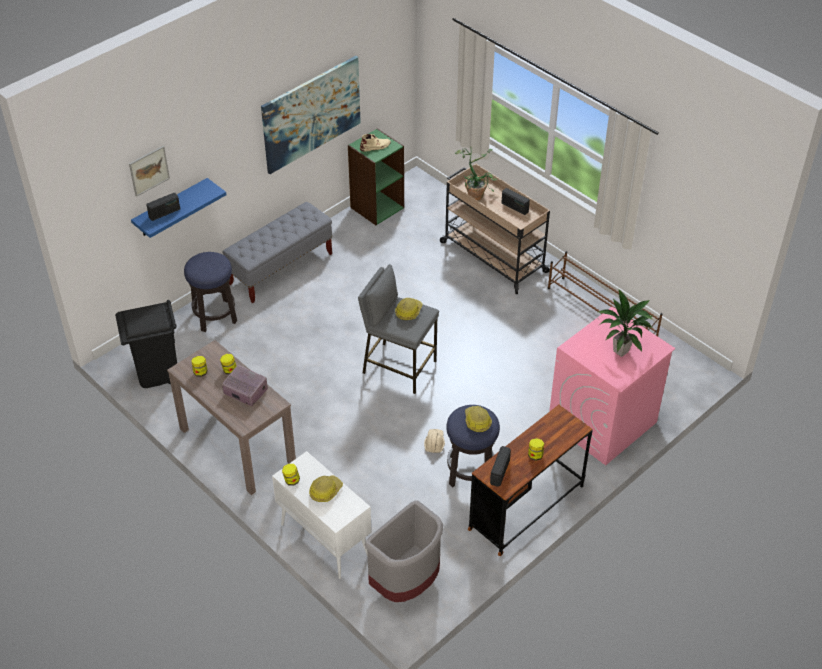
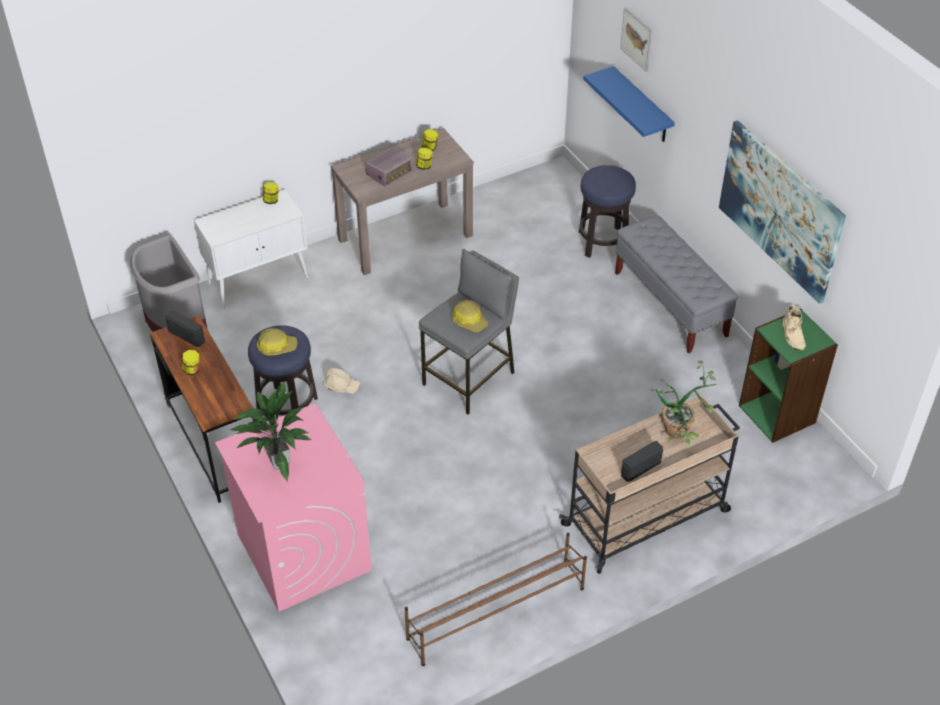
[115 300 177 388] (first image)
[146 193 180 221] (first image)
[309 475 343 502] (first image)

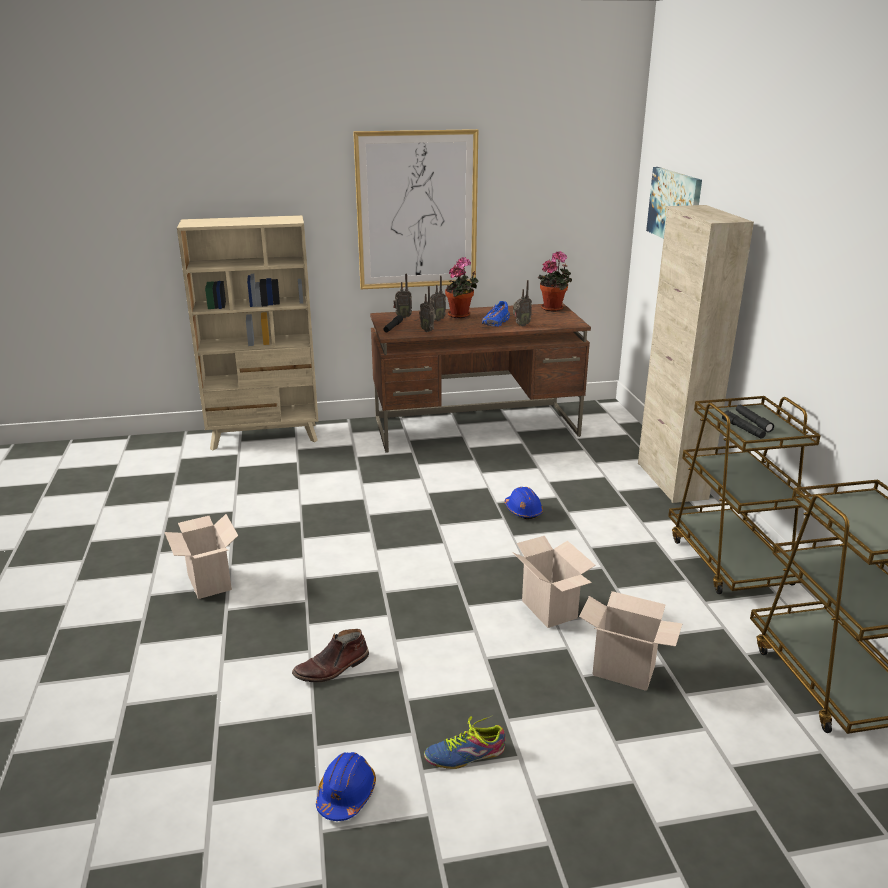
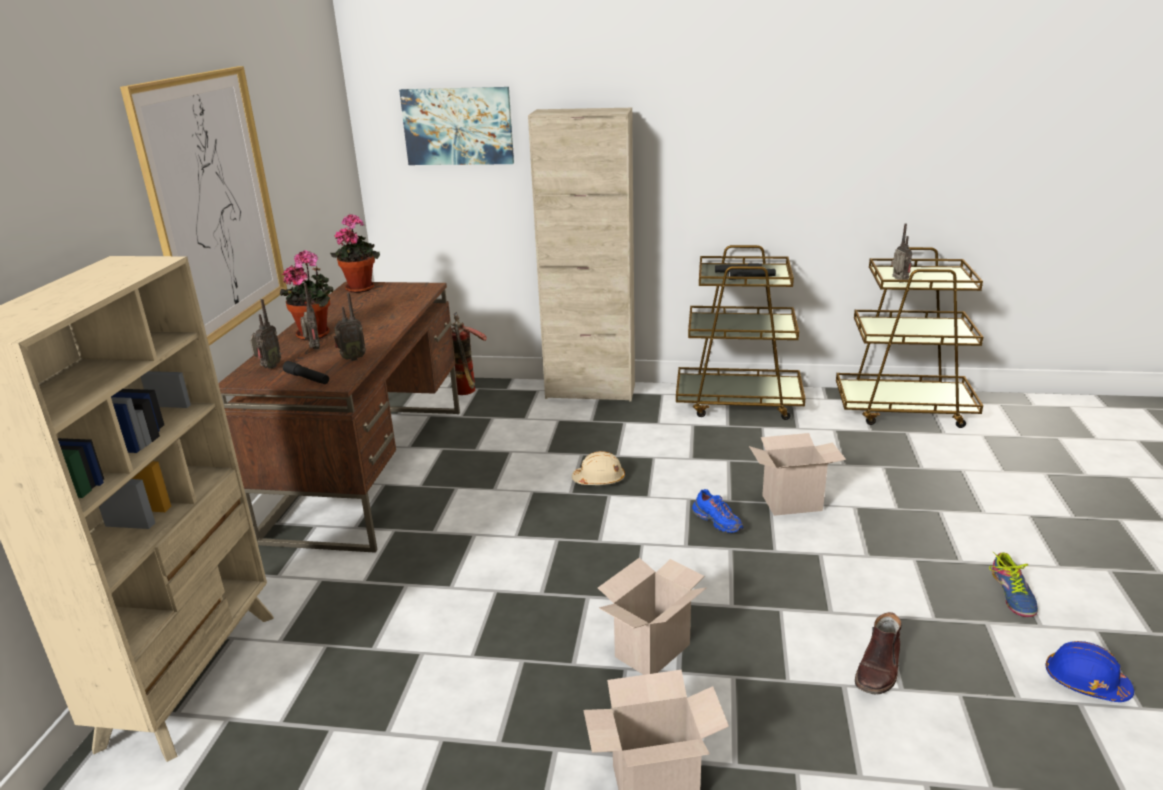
[855 612 902 695]
[692 489 744 533]
[572 451 625 485]
[891 224 912 283]
[598 558 707 675]
[451 312 487 395]

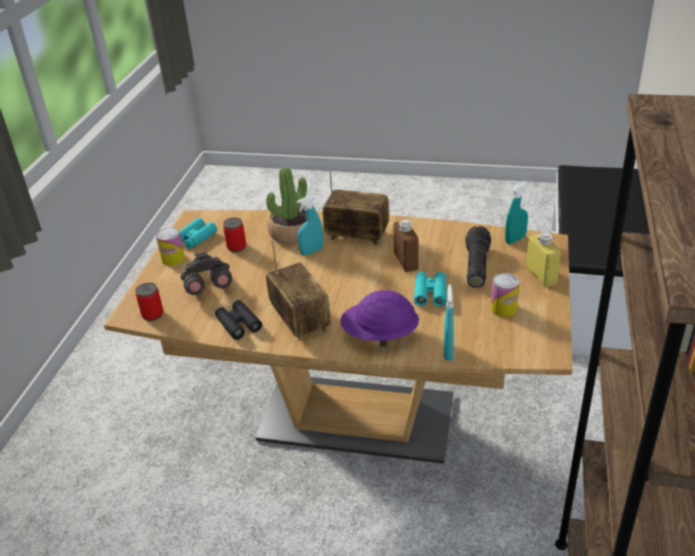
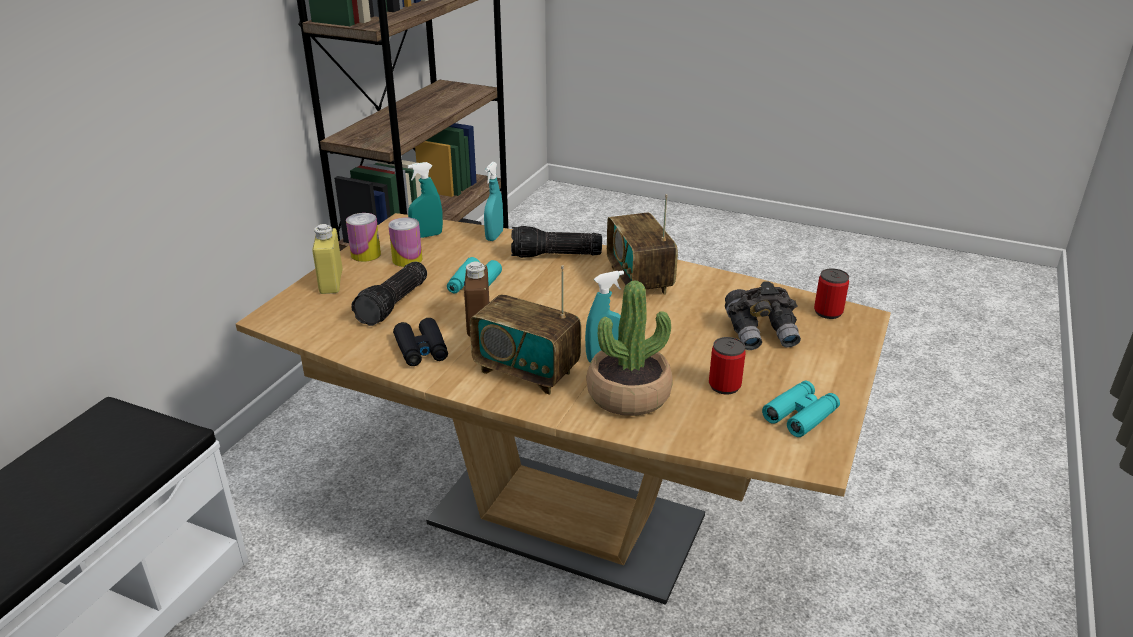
[346 213 381 262]
[393 318 448 366]
[511 226 602 258]
[408 162 443 238]

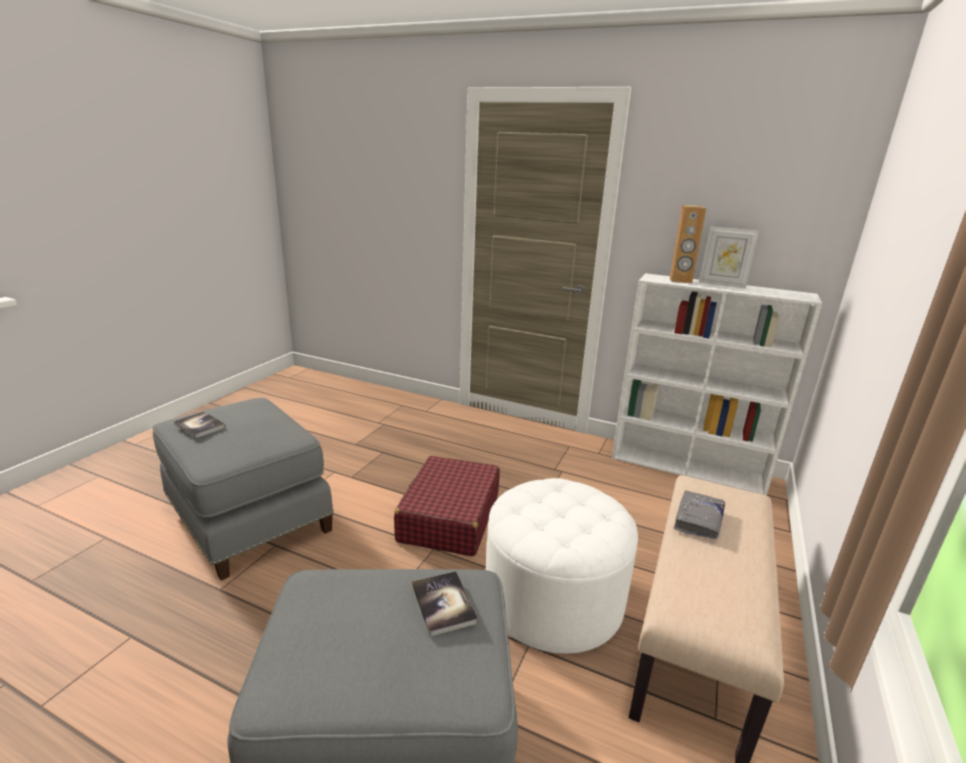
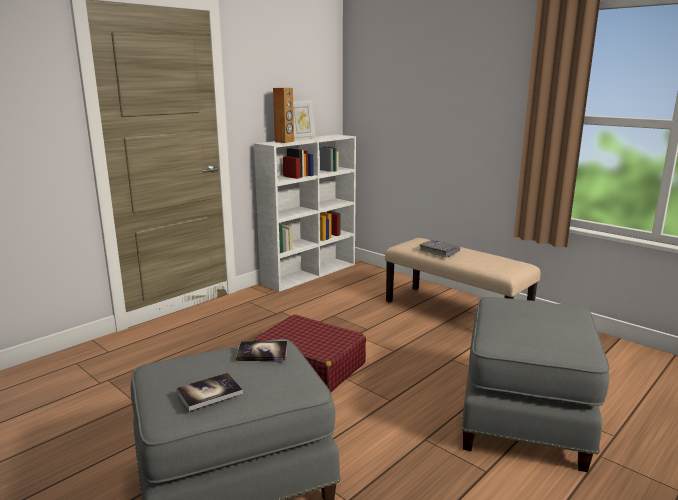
[236 341 288 361]
[486 478 638 654] (first image)

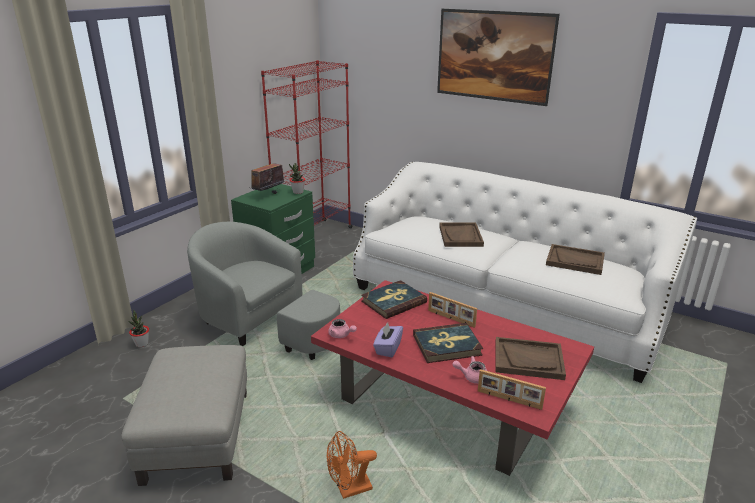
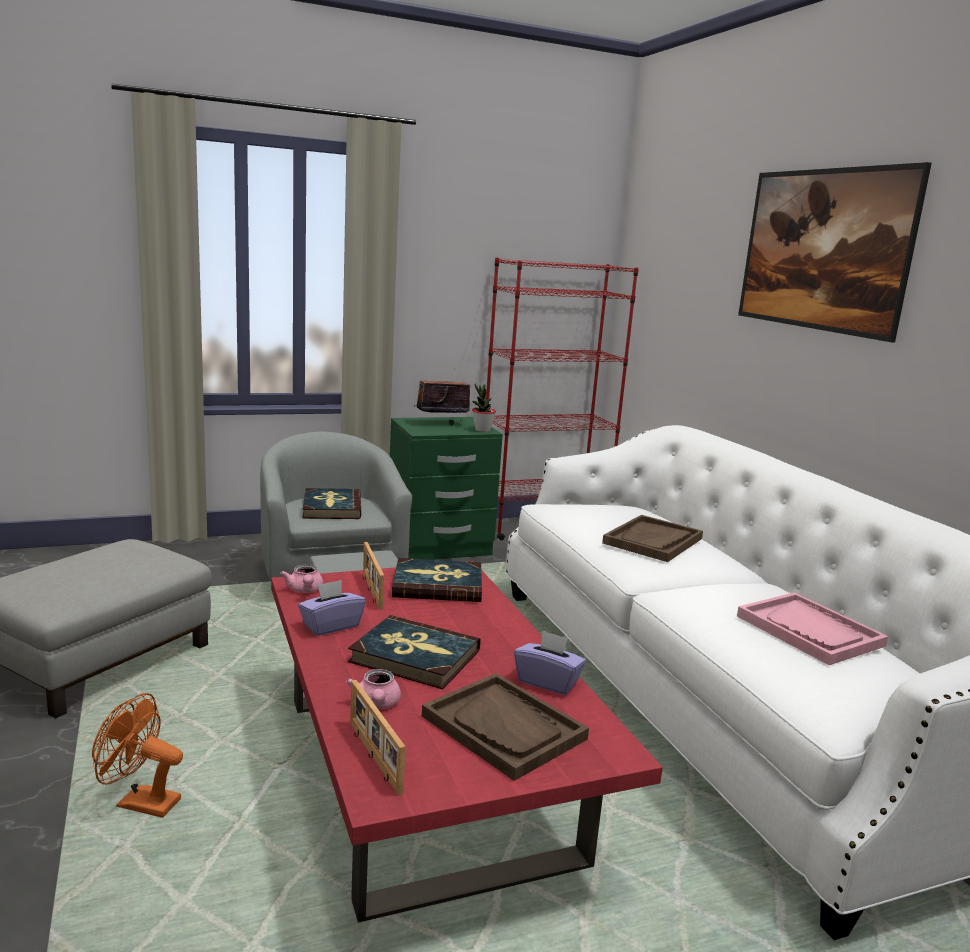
[128 310 149 347] (first image)
[363 542 384 610]
[346 669 401 709]
[737 592 888 665]
[302 488 361 519]
[514 631 586 695]

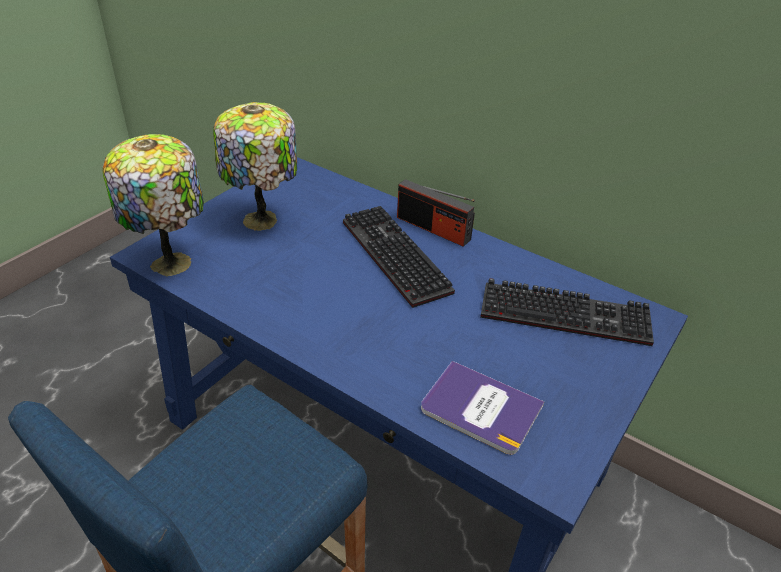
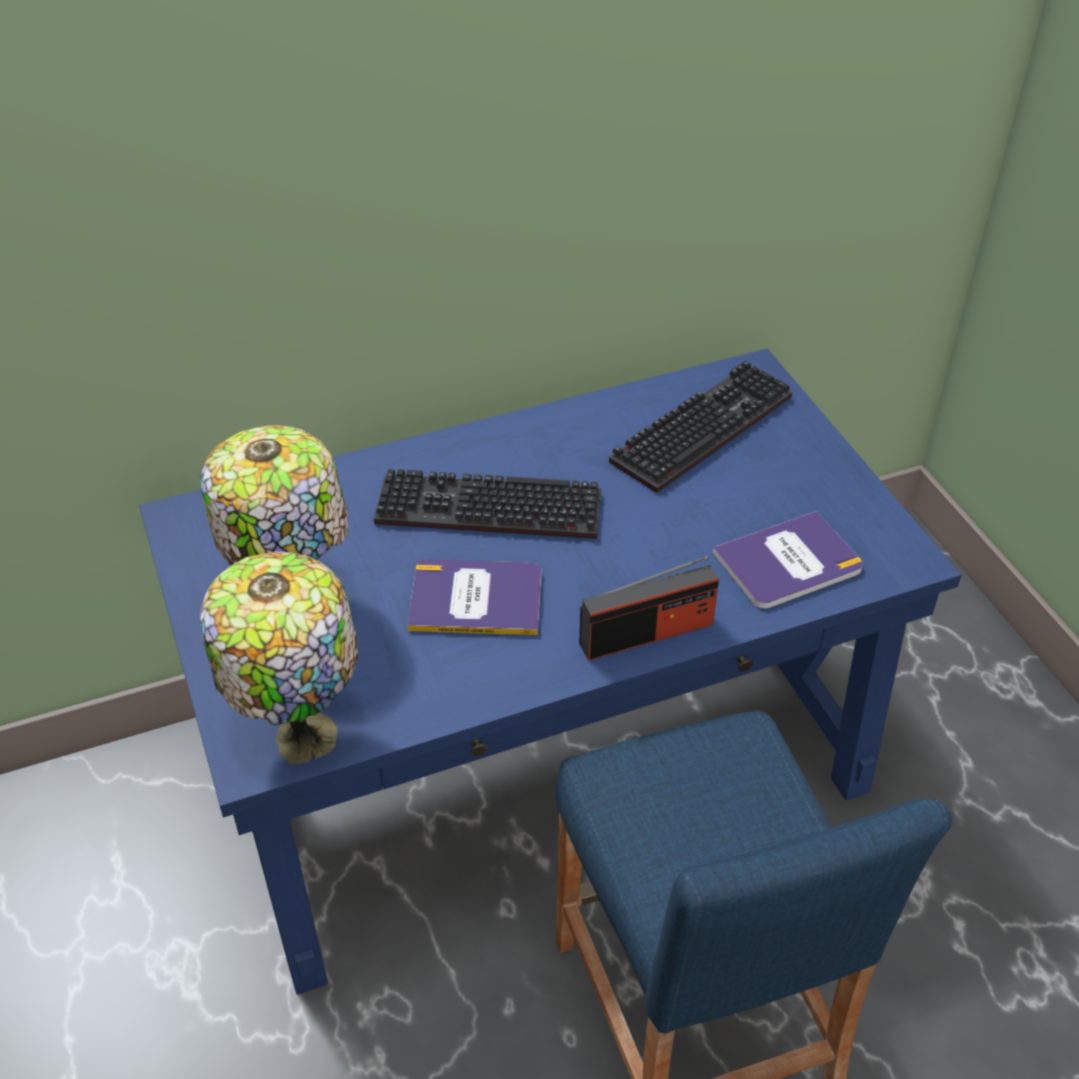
[579 556 719 661]
[407 559 541 635]

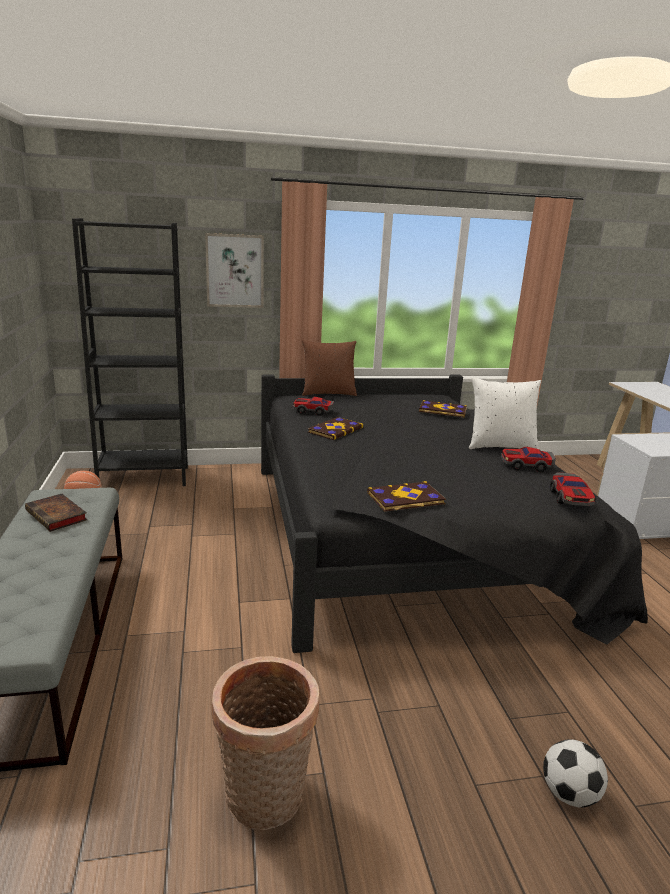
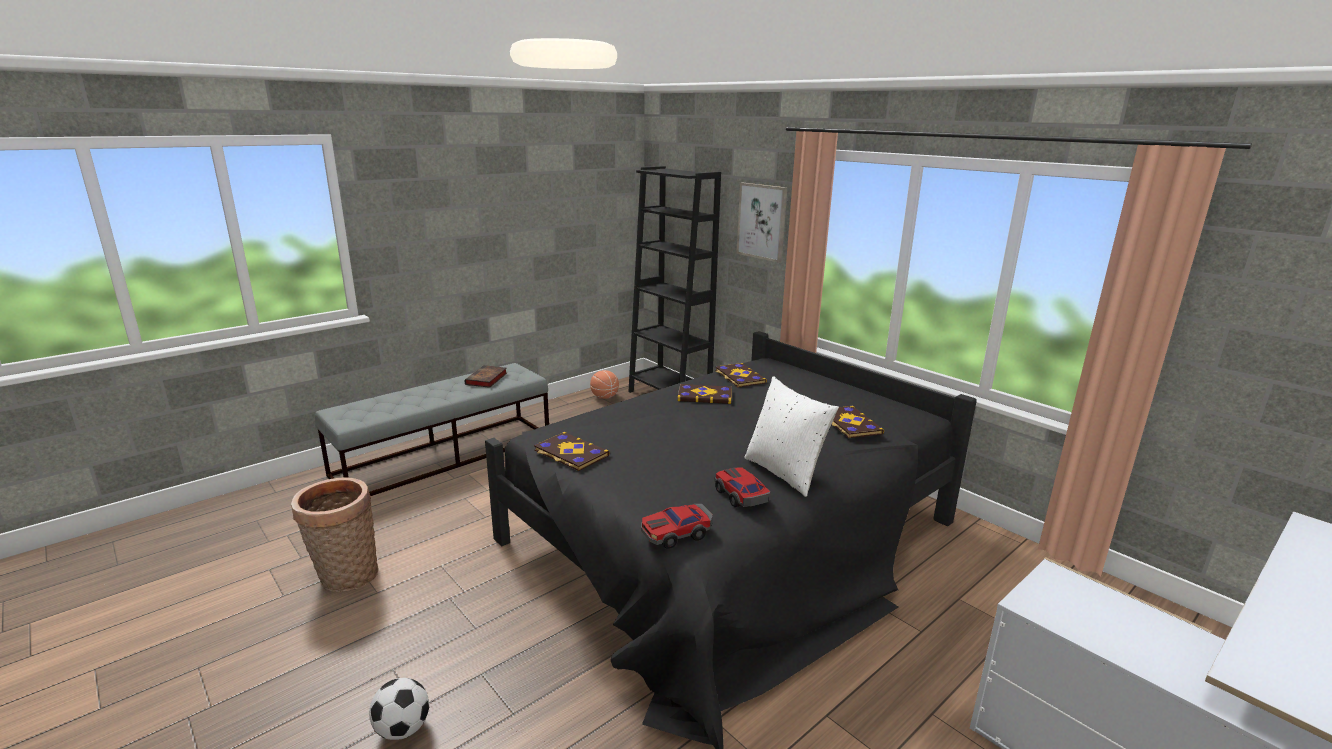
[715 363 767 387]
[302 340 357 396] (first image)

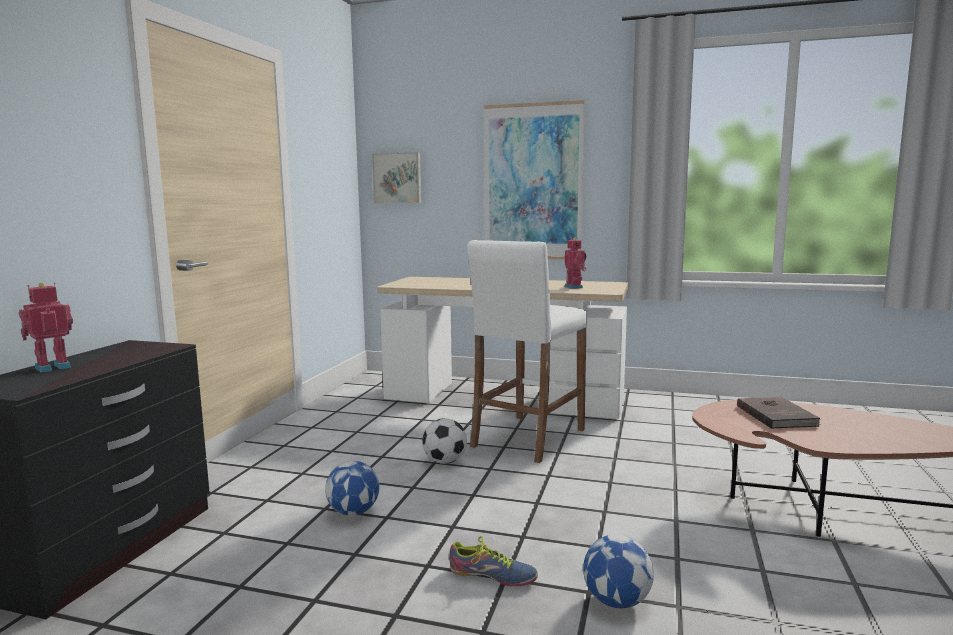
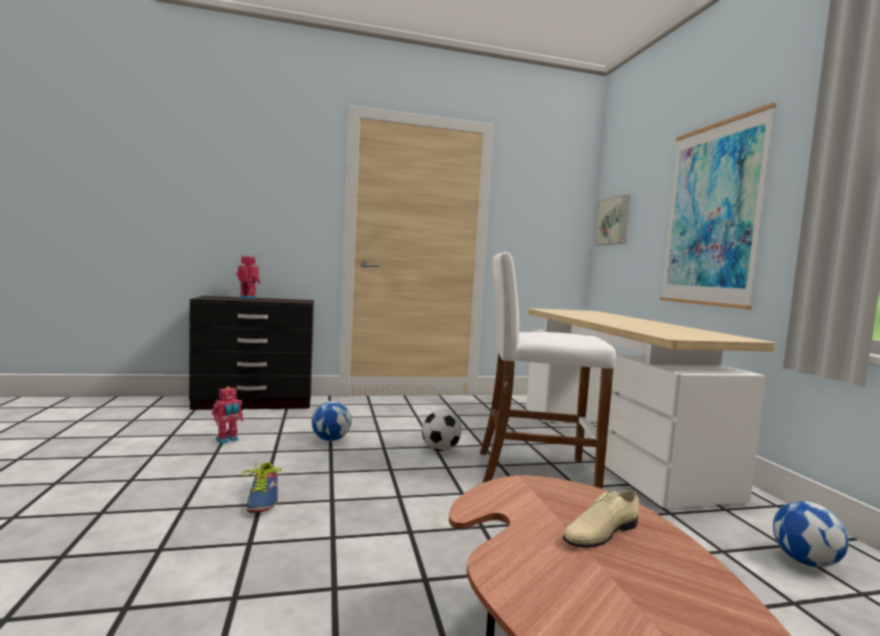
[212 386 244 444]
[773 501 849 567]
[563 490 639 548]

